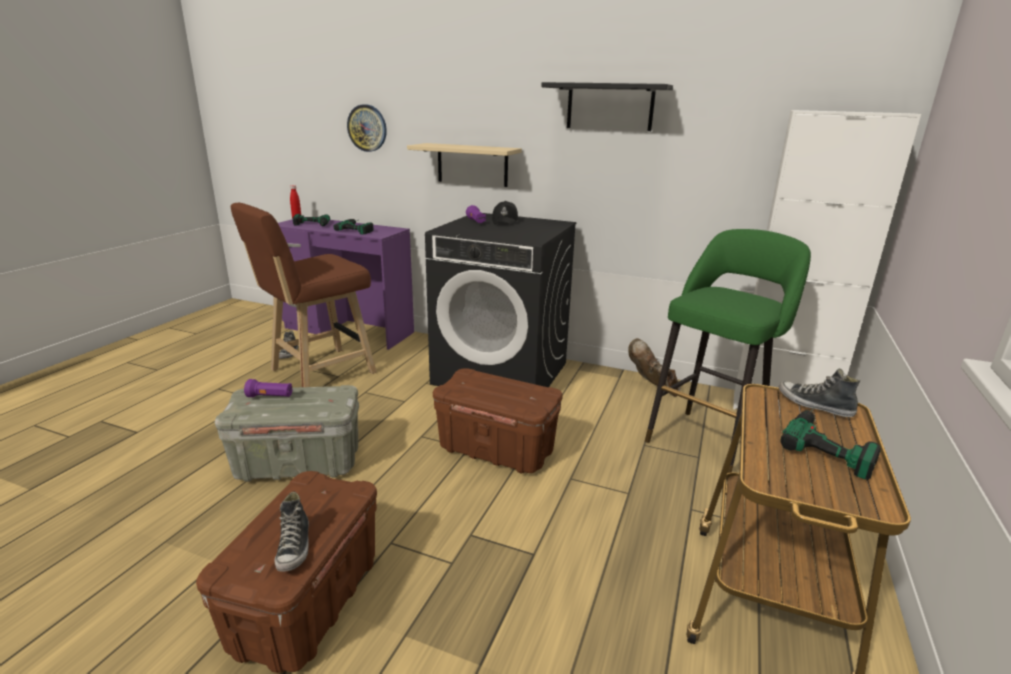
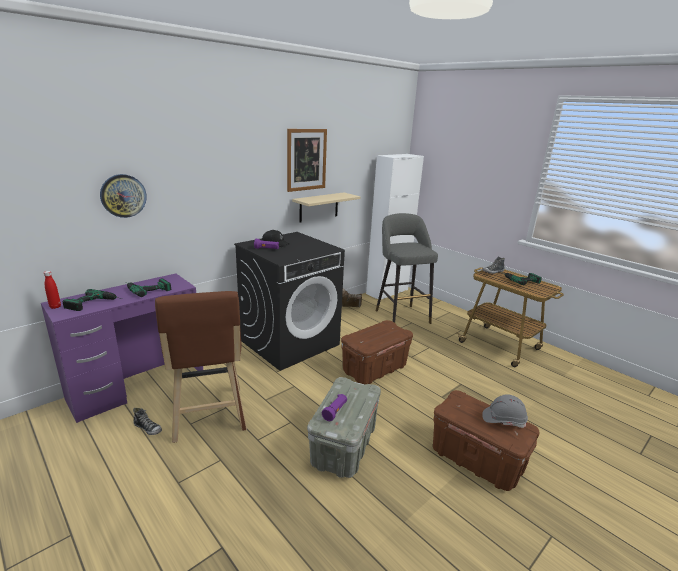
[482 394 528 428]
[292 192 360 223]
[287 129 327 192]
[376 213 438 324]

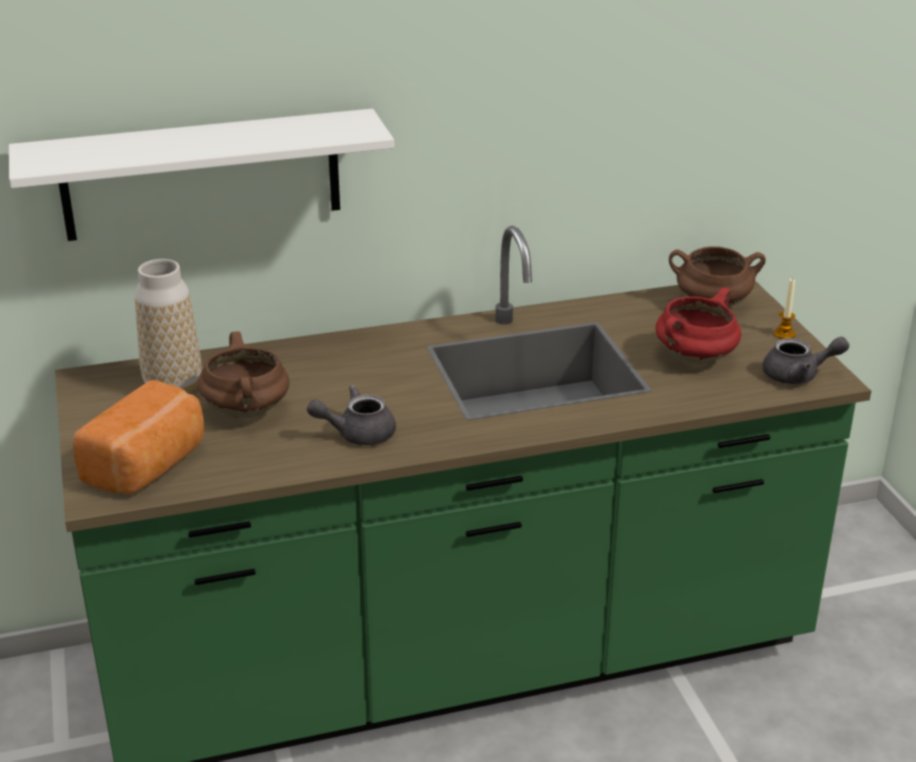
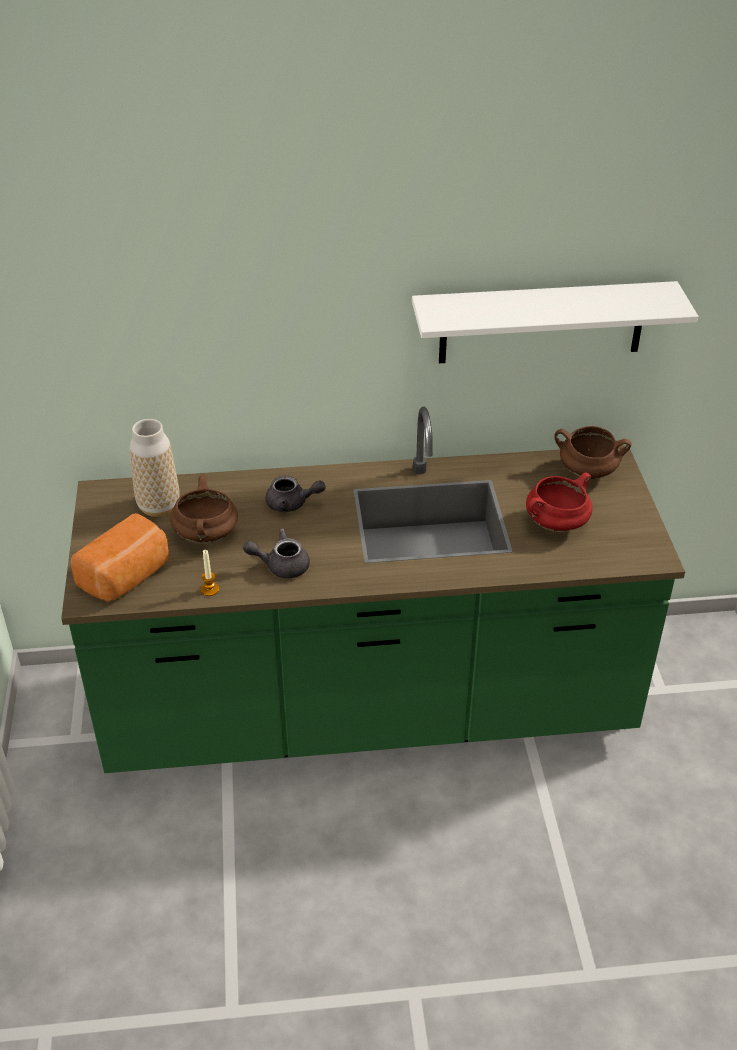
[412 281 698 363]
[266 476 325 512]
[201 550 219 596]

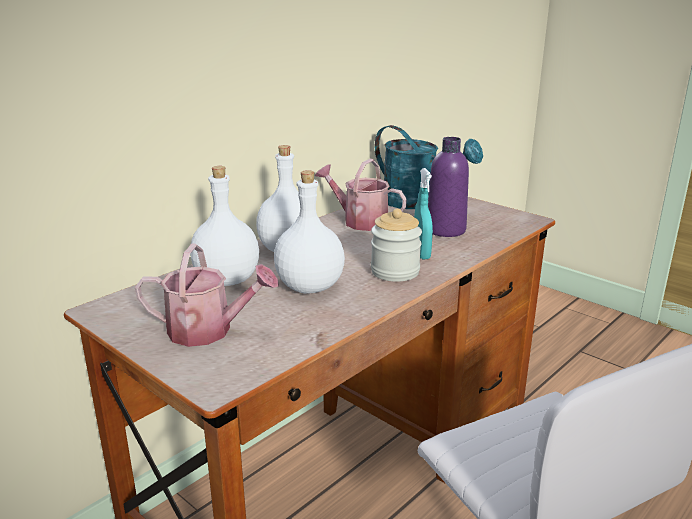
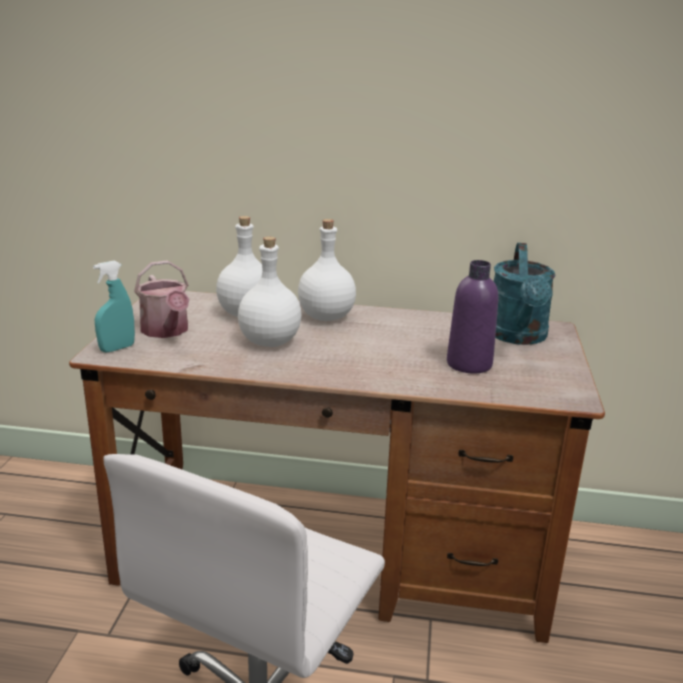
[315 159 407 231] (first image)
[371 208 422 282] (first image)
[93 261 135 353]

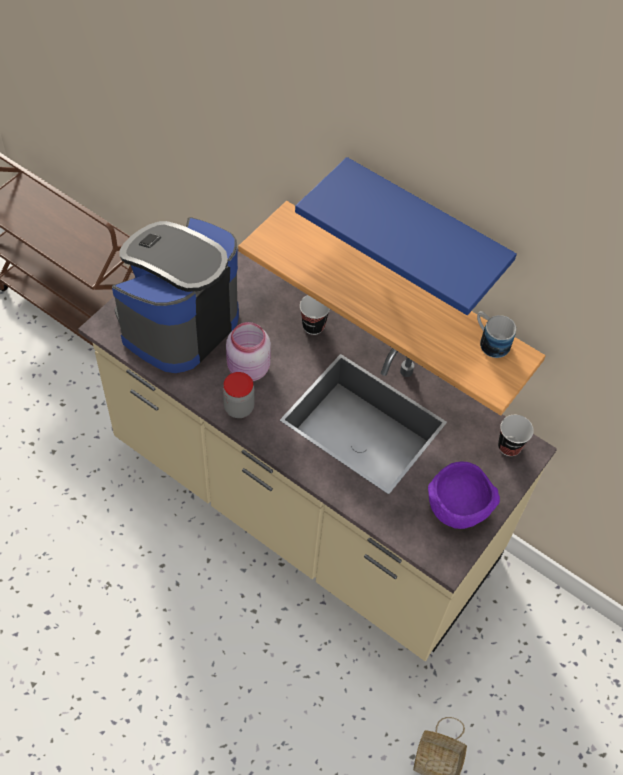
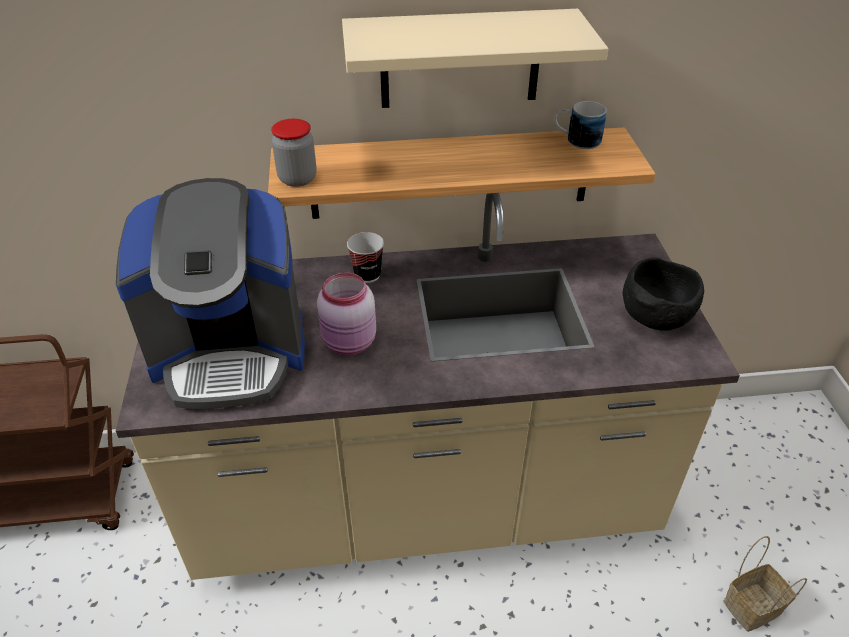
[116 178 305 409]
[271 119 316 187]
[342 9 608 108]
[623 257 704 331]
[498 415 534 457] (first image)

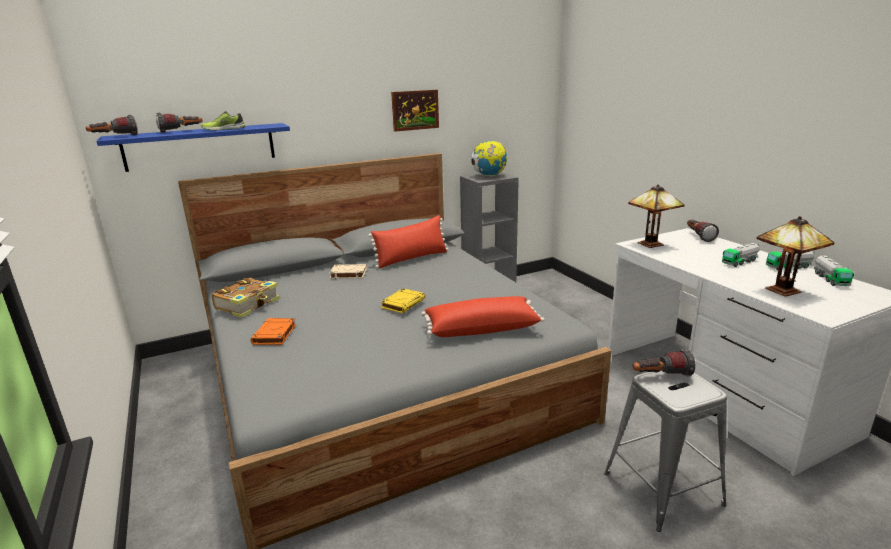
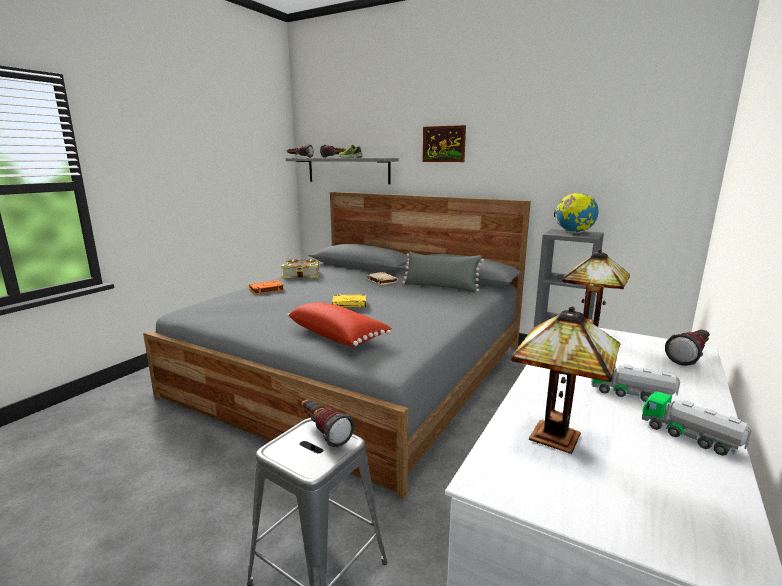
[286 158 399 184]
[402 251 484 293]
[422 125 466 162]
[814 256 854 286] (first image)

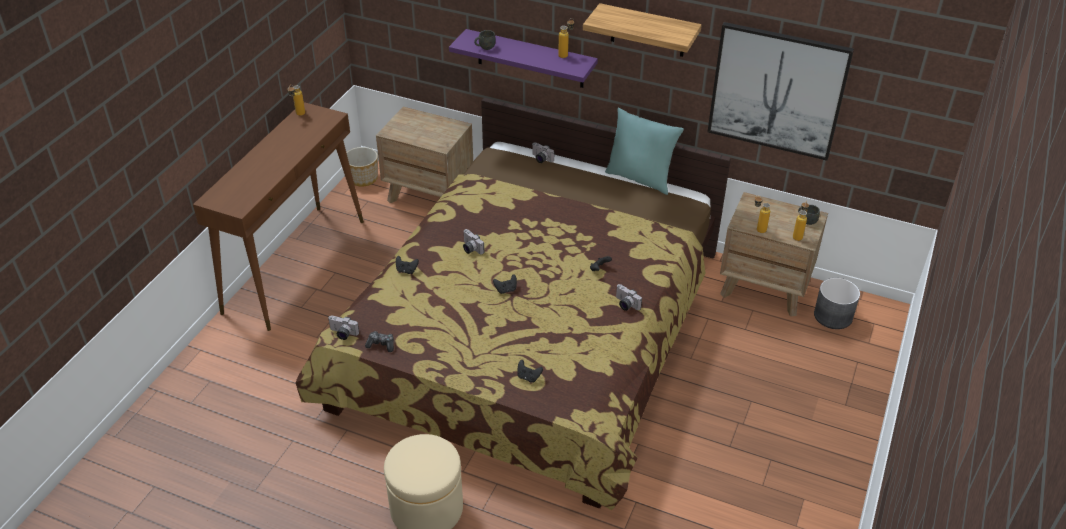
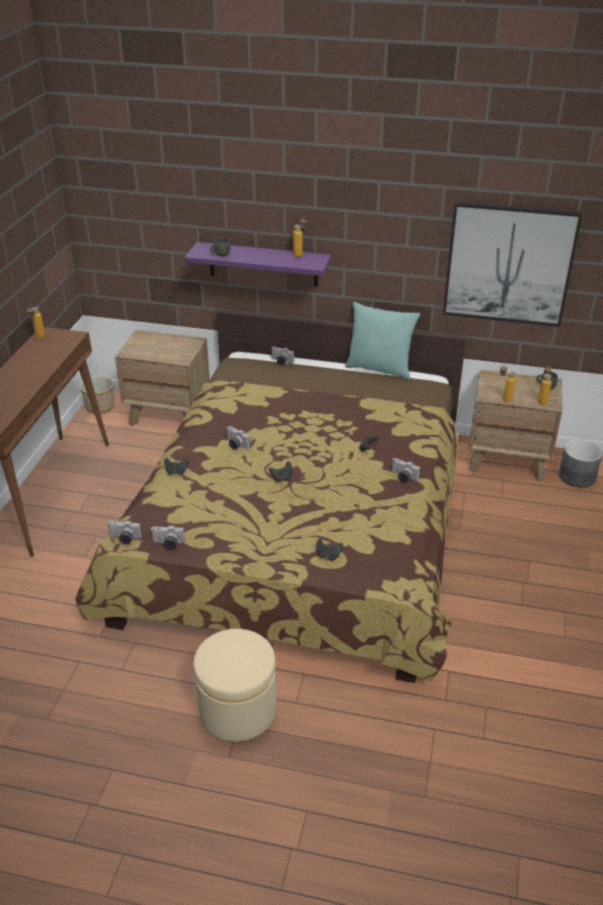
[151 525 185 549]
[583 3 702 57] (first image)

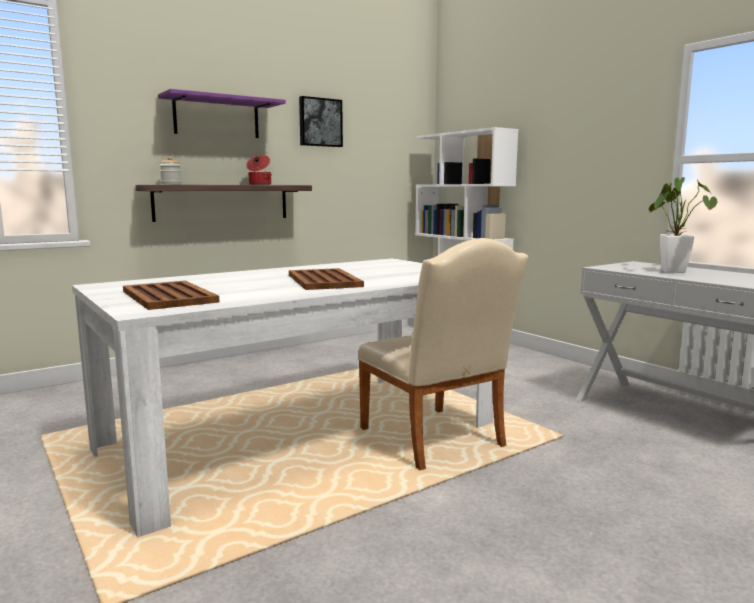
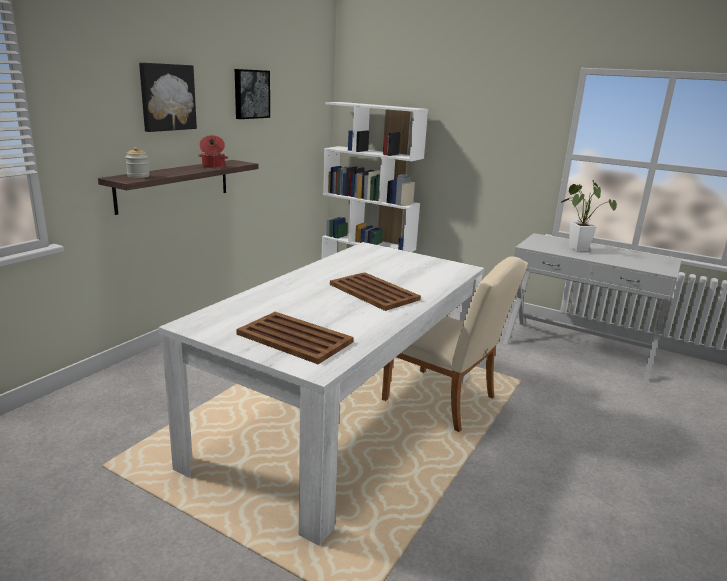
[139 63 197 132]

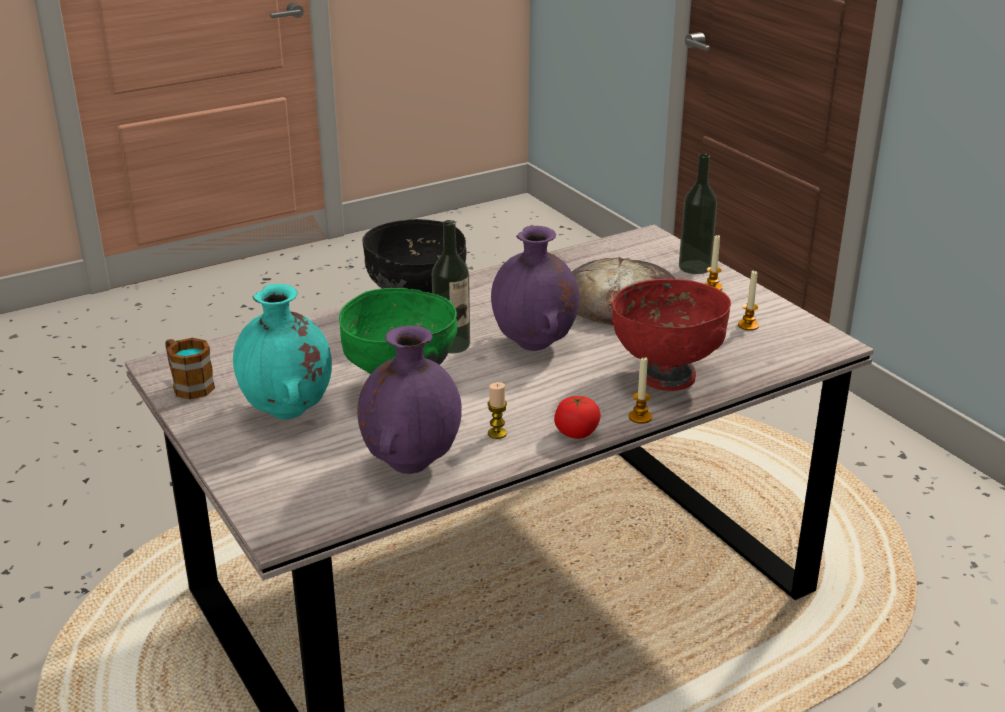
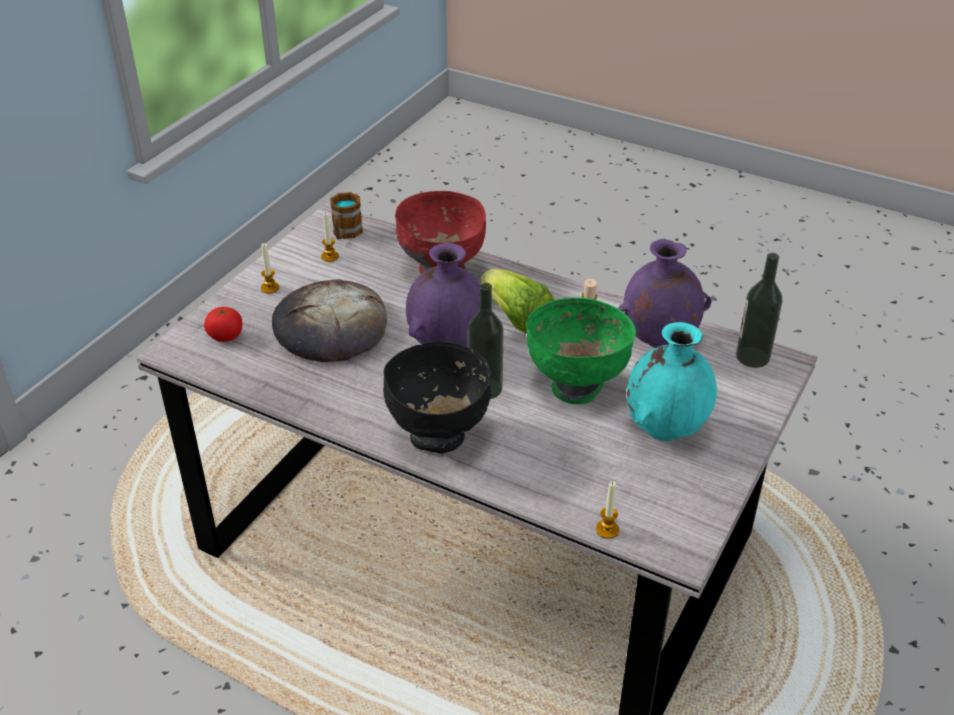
[330 192 363 239]
[204 307 242 342]
[596 481 619 539]
[736 253 783 368]
[481 269 554 334]

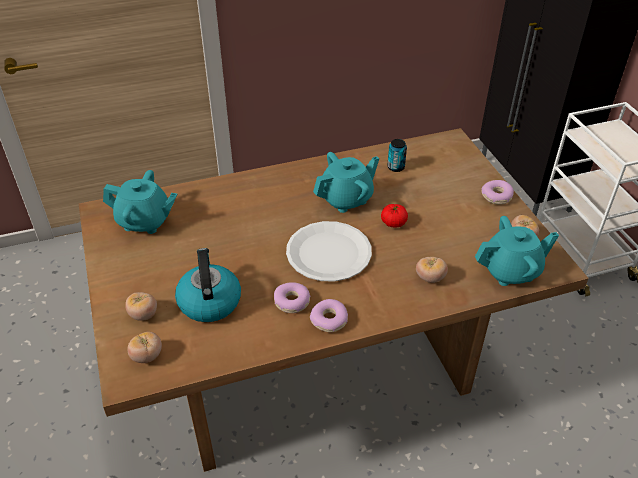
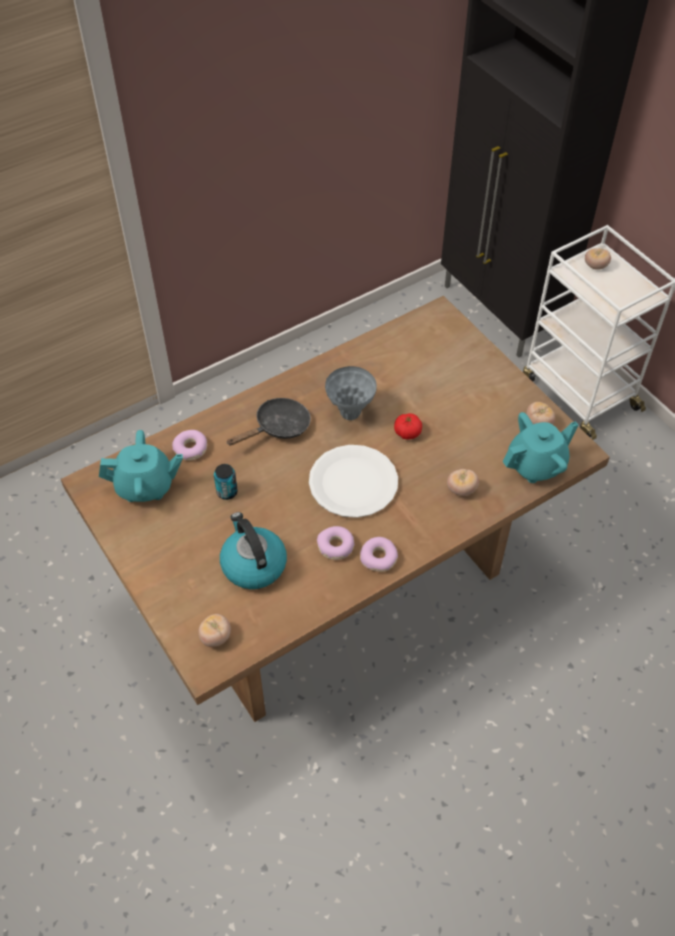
[585 248 611 270]
[325 366 377 420]
[214 464 238 500]
[172 430 207 461]
[226 398 311 446]

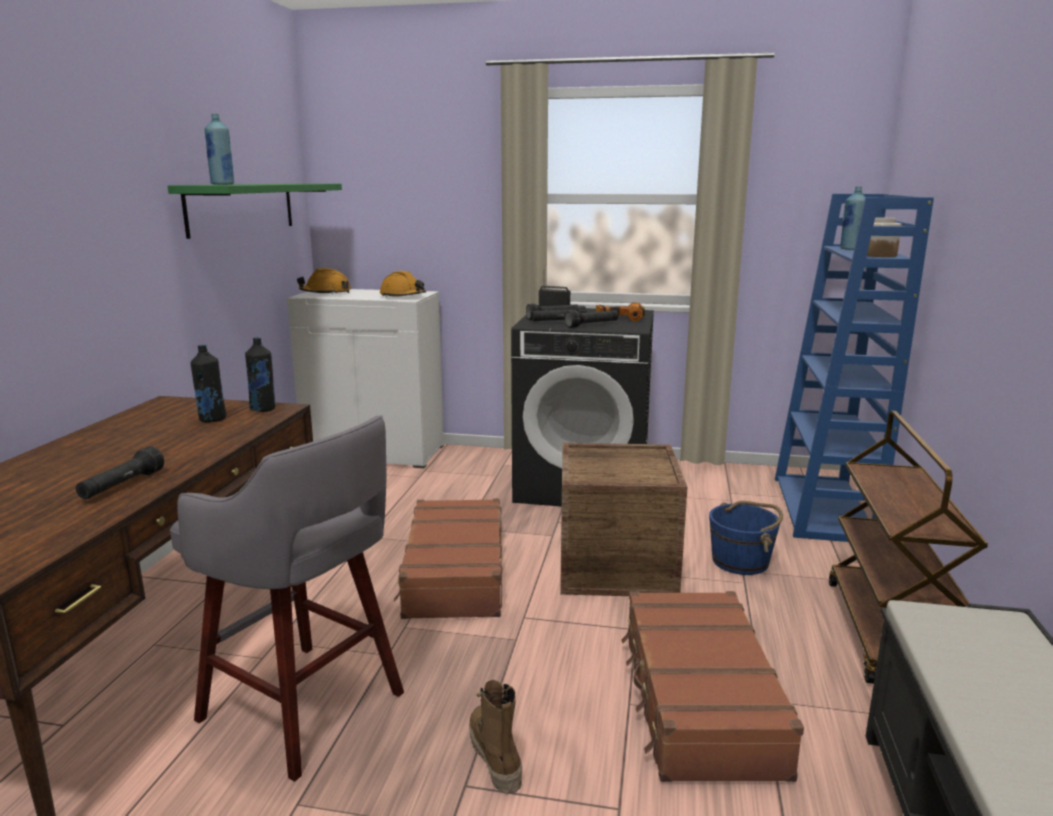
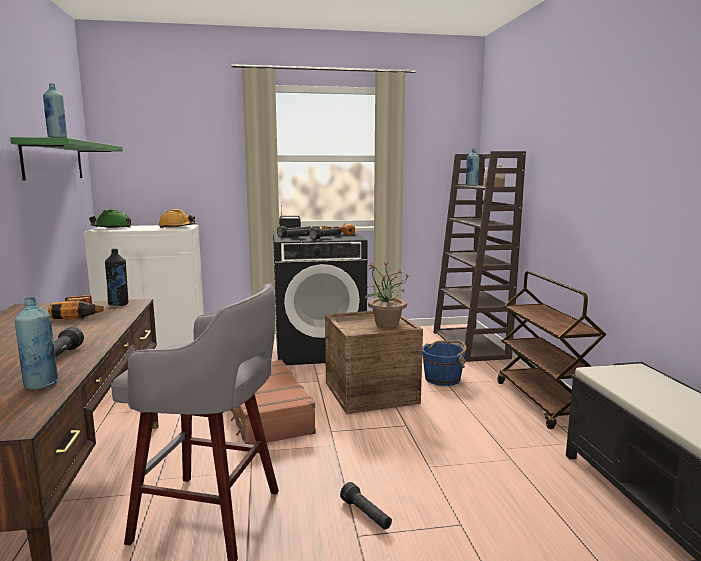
[48 295 115 320]
[89 210 132 228]
[340 482 392 530]
[621 591 804 782] (first image)
[433 151 526 362]
[14 297 58 390]
[364 263 411 327]

